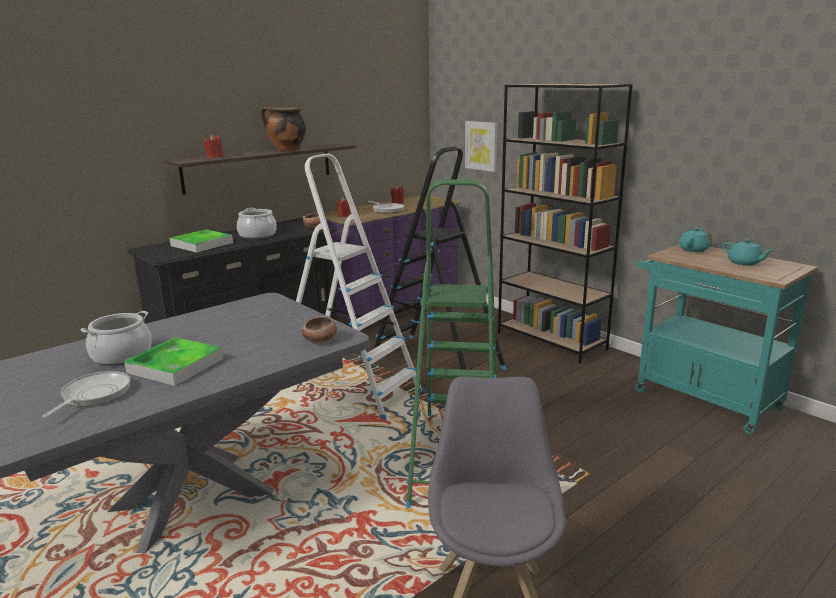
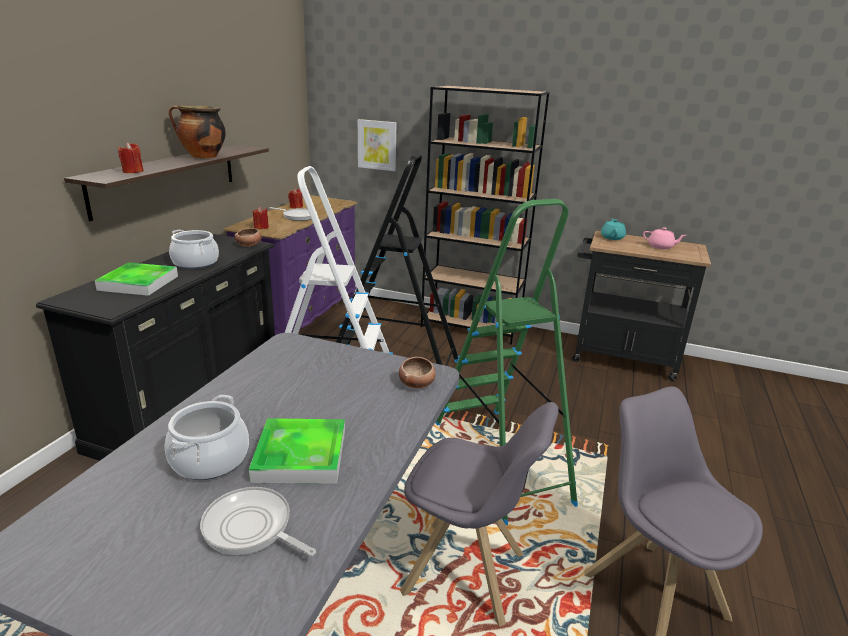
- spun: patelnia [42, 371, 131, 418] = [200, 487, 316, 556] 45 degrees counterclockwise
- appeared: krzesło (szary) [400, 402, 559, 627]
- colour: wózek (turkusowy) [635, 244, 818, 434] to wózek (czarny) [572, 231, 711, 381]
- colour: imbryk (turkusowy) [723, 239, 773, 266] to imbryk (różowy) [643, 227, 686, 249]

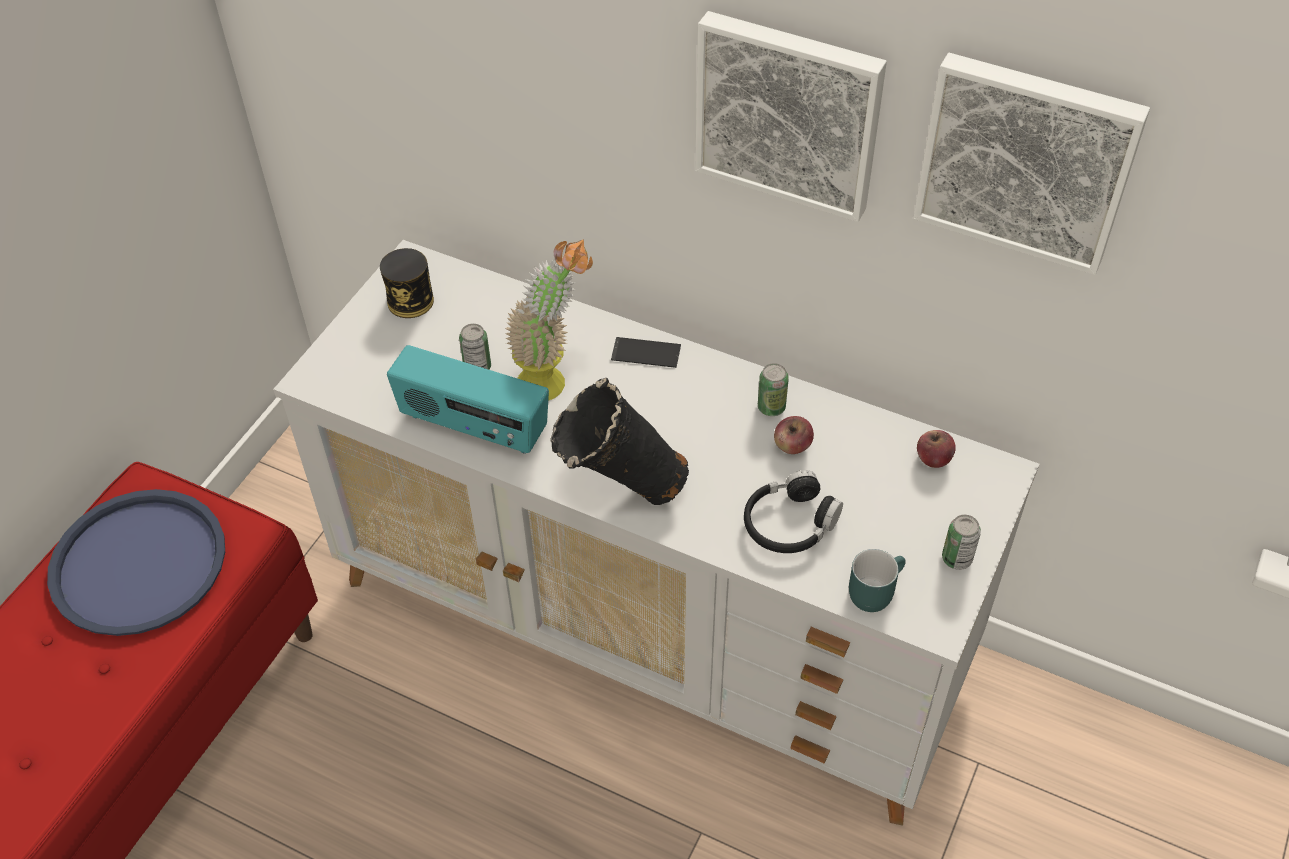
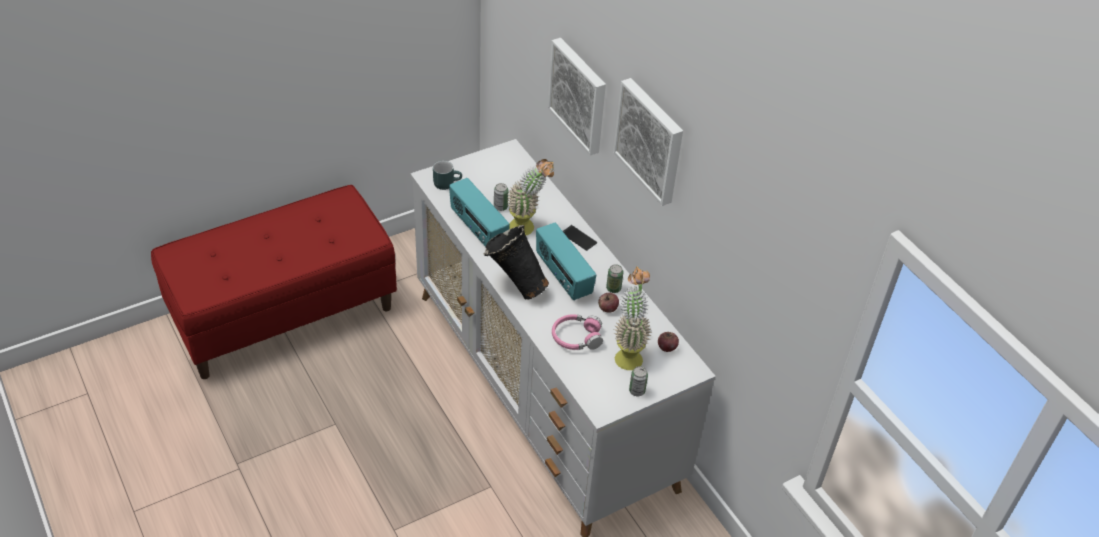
- relocated: kubek (turkusowy) [849, 549, 906, 612] to [433, 161, 462, 190]
- appeared: radio [536, 223, 596, 300]
- relocated: obraz [913, 53, 1150, 275] to [548, 38, 606, 156]
- colour: słuchawki (czarny) [744, 470, 843, 553] to słuchawki (różowy) [552, 314, 603, 350]
- appeared: roślina doniczkowa [614, 266, 652, 370]
- missing: taca (niebieski) [47, 489, 225, 636]
- missing: puszka [380, 248, 434, 318]

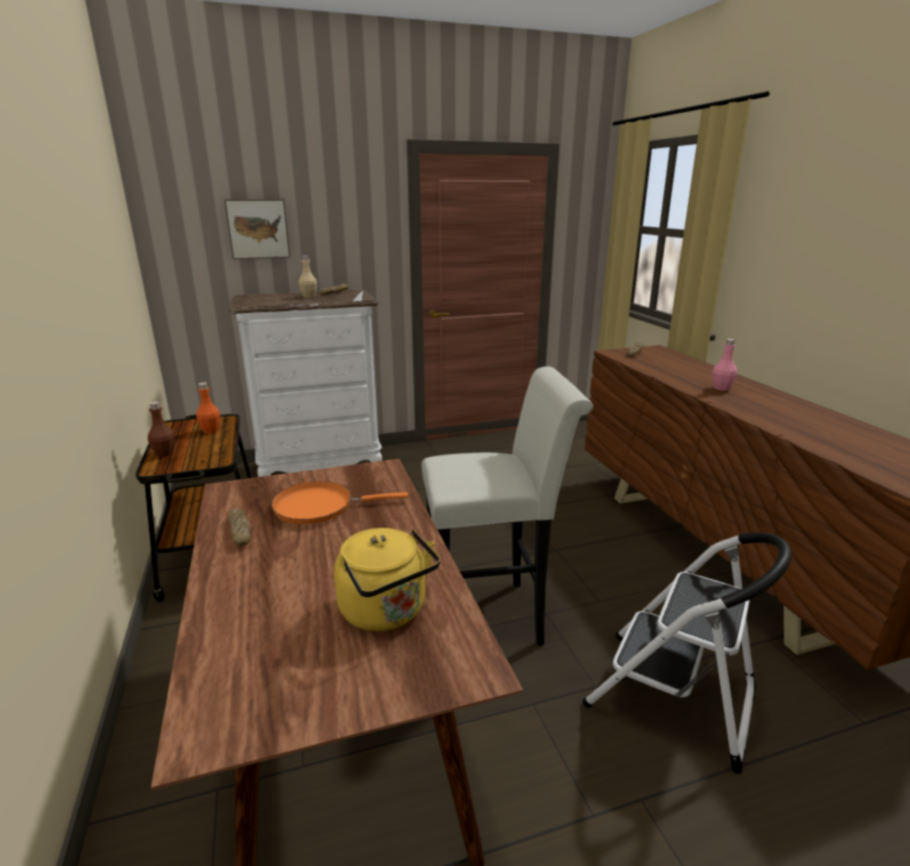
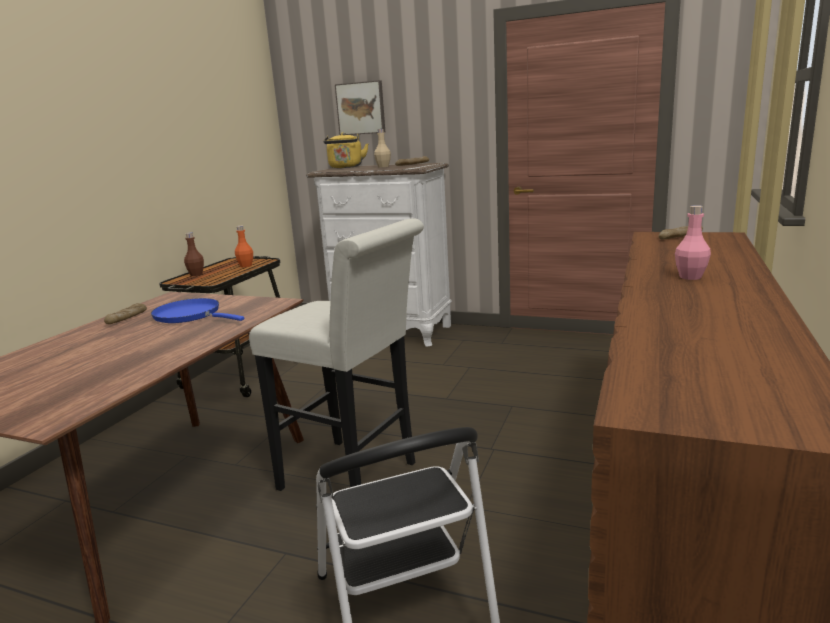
- colour: patelnia (pomarańczowy) [271, 481, 408, 524] to patelnia (niebieski) [151, 298, 244, 323]
- relocated: czajnik (żółty) [334, 528, 440, 631] to [324, 132, 369, 168]

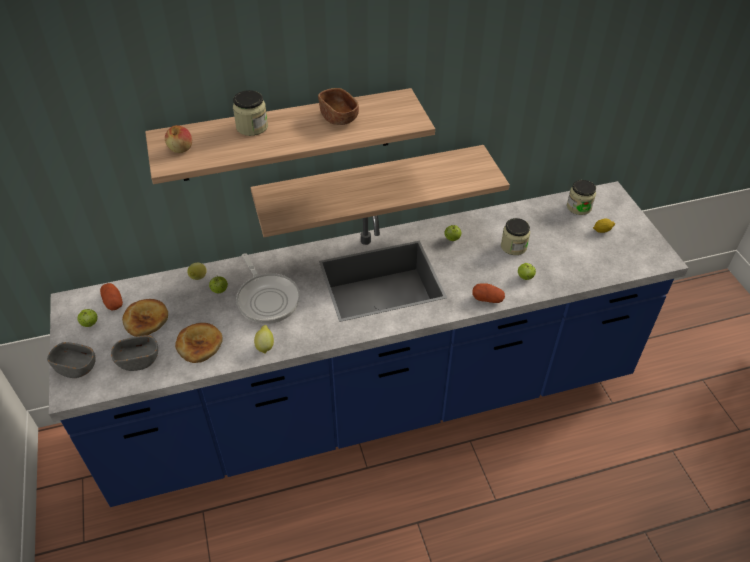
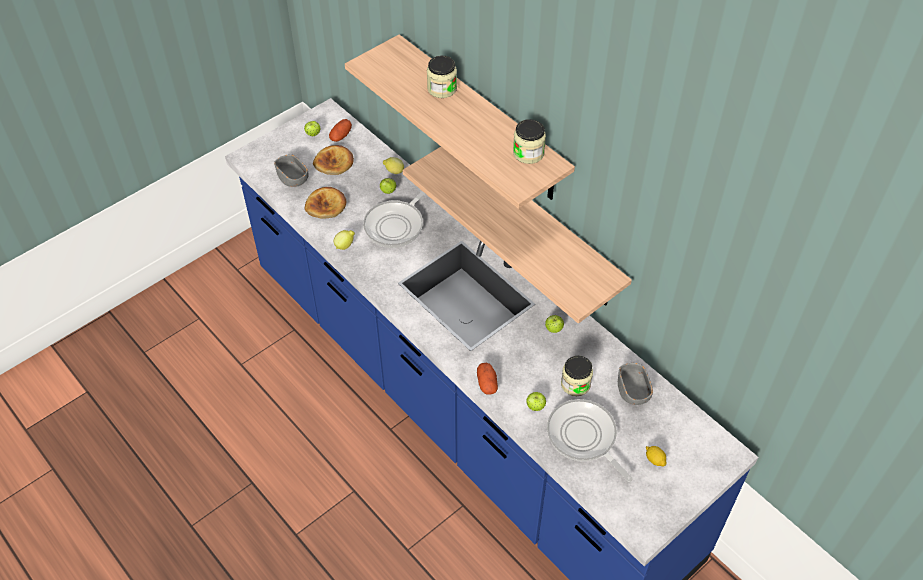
- relocated: słoik [567, 180, 596, 215] to [513, 119, 546, 164]
- appeared: patelnia [547, 399, 633, 482]
- relocated: miska (szary) [47, 342, 96, 378] to [618, 363, 653, 405]
- missing: jabłko [165, 125, 192, 153]
- missing: miska (brązowy) [318, 88, 359, 125]

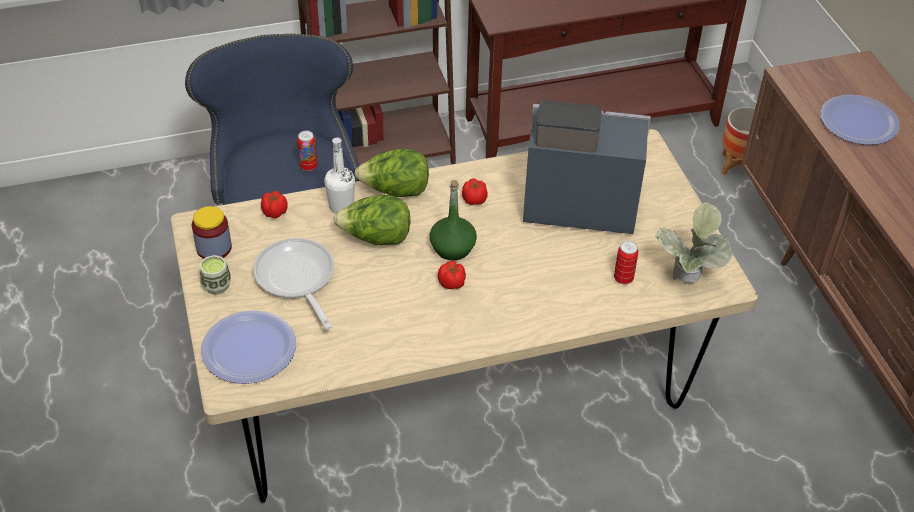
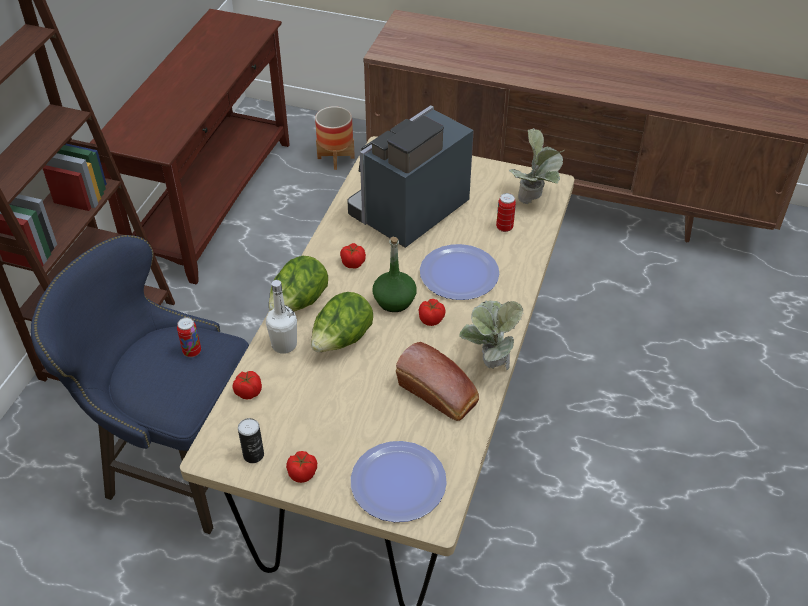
- exchanged: słoik [192, 206, 232, 259] to puszka [238, 418, 264, 463]
- exchanged: filiżanka [200, 255, 231, 295] to pomidor [286, 451, 317, 483]
- appeared: chleb [396, 342, 479, 421]
- relocated: talerz [820, 95, 900, 145] to [420, 244, 499, 300]
- appeared: roślina doniczkowa [459, 301, 523, 370]
- missing: patelnia [253, 238, 334, 329]

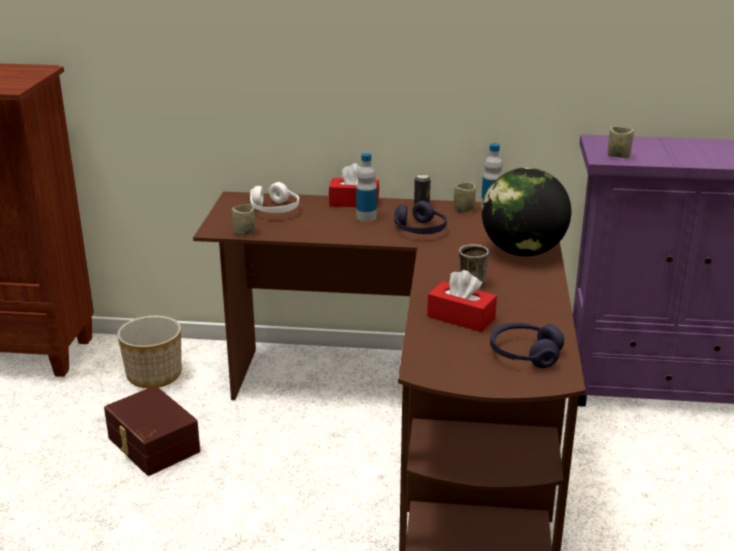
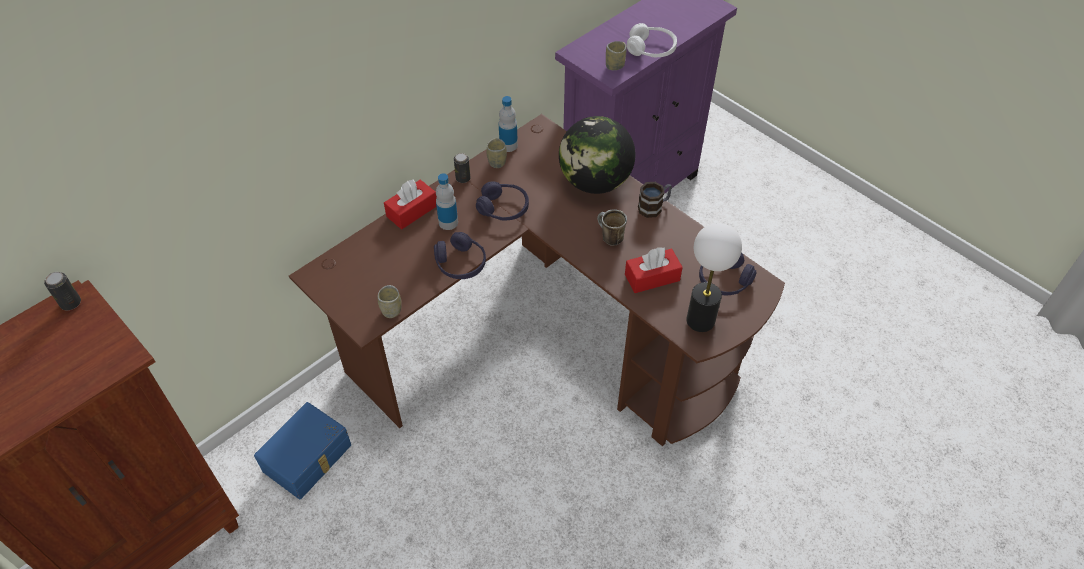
- appeared: puszka [44, 272, 81, 311]
- exchanged: donica [117, 316, 182, 388] to pojemnik do przechowywania (niebieski) [254, 402, 351, 499]
- appeared: słuchawki (fioletowy) [434, 232, 486, 279]
- relocated: słuchawki (biały) [250, 182, 299, 213] to [627, 23, 677, 57]
- appeared: kubek [638, 182, 672, 218]
- appeared: lampa stołowa [686, 223, 742, 332]
- missing: pojemnik do przechowywania (brązowy) [104, 386, 200, 476]

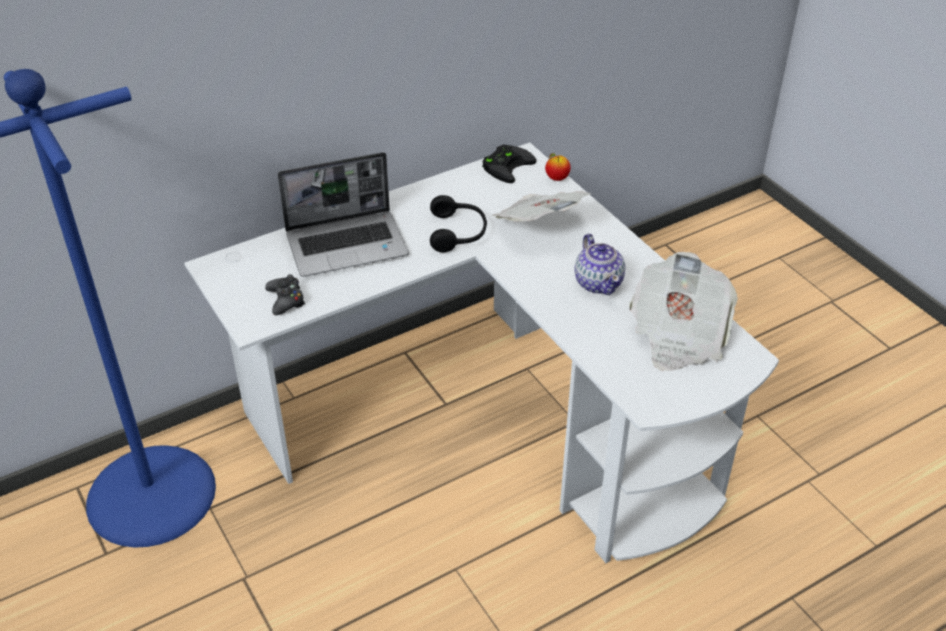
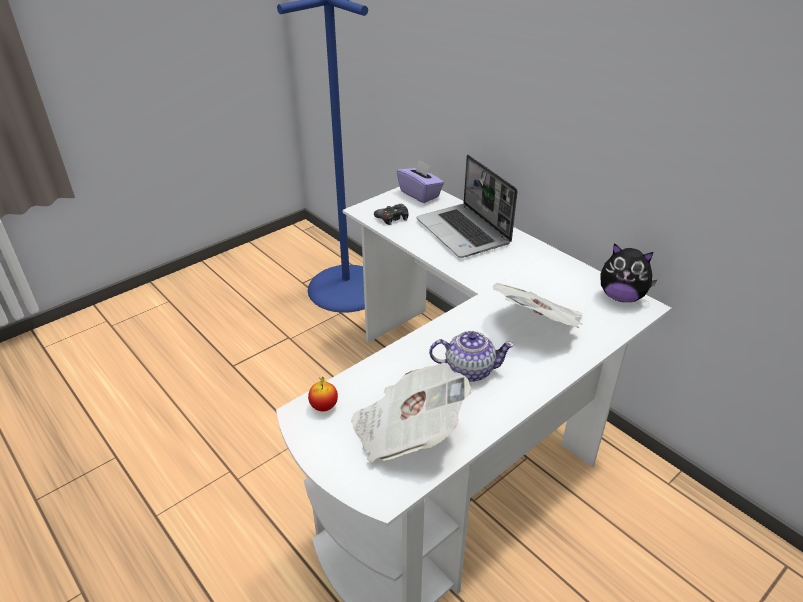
- relocated: jabłko [545, 153, 570, 181] to [308, 376, 338, 411]
- appeared: pudełko chusteczek (fioletowy) [397, 159, 444, 203]
- spun: imbryk [575, 233, 625, 295] = [429, 331, 515, 382] 150 degrees counterclockwise
- exchanged: pad do gier (czarny) [482, 145, 537, 183] to pluszak [600, 243, 657, 302]
- missing: słuchawki (czarny) [430, 195, 487, 252]

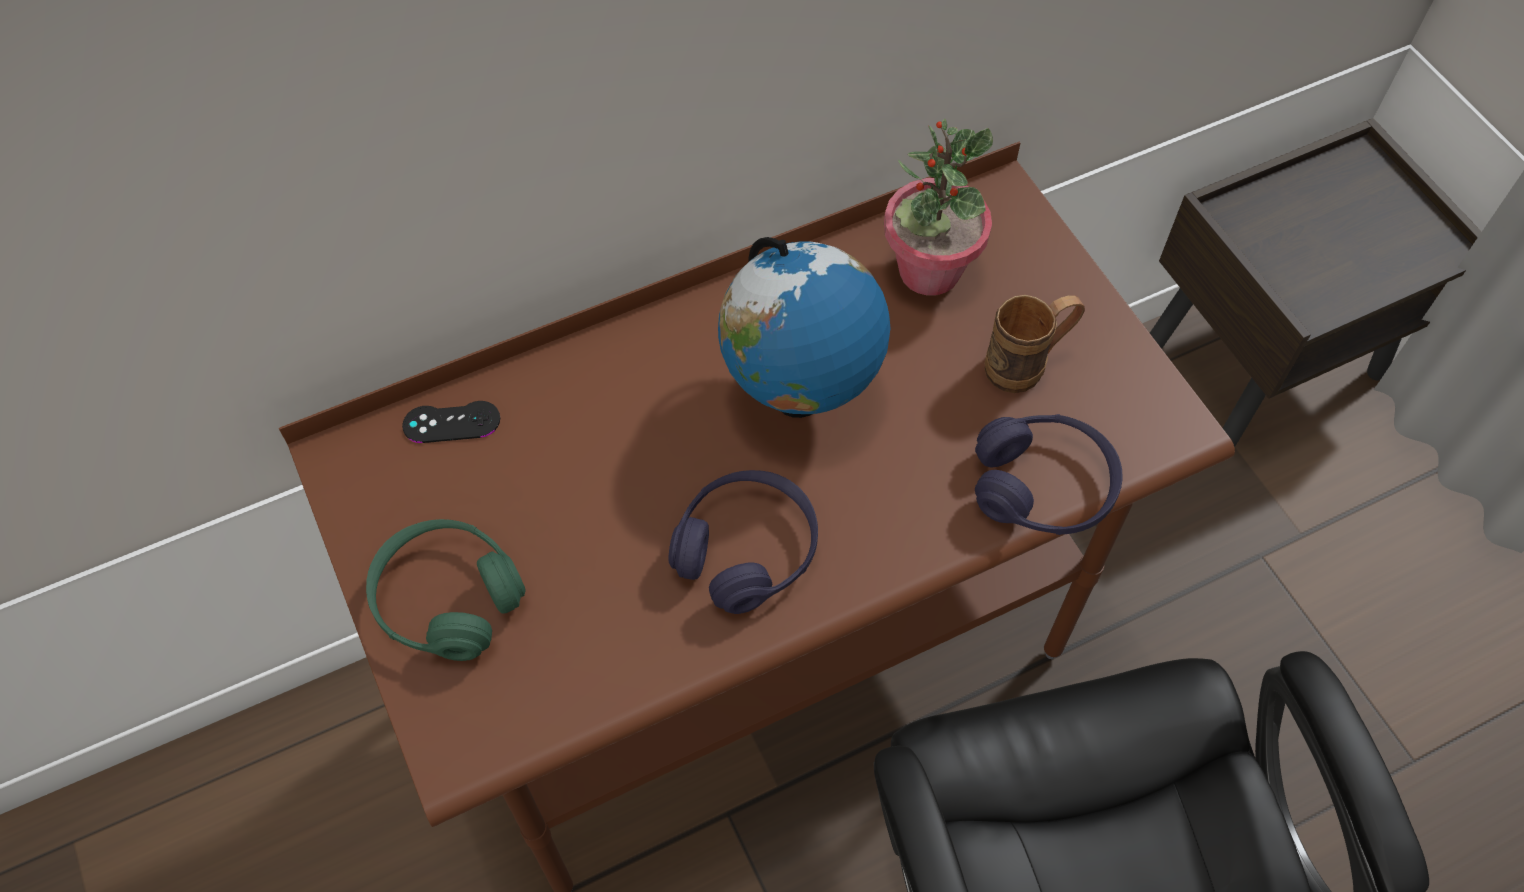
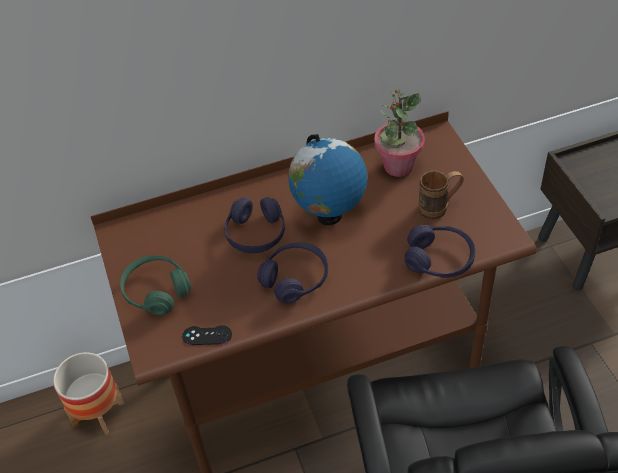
- appeared: donica [53, 352, 124, 435]
- relocated: pad do gier (czarny) [402, 401, 500, 443] to [182, 325, 232, 345]
- appeared: słuchawki (fioletowy) [224, 197, 285, 253]

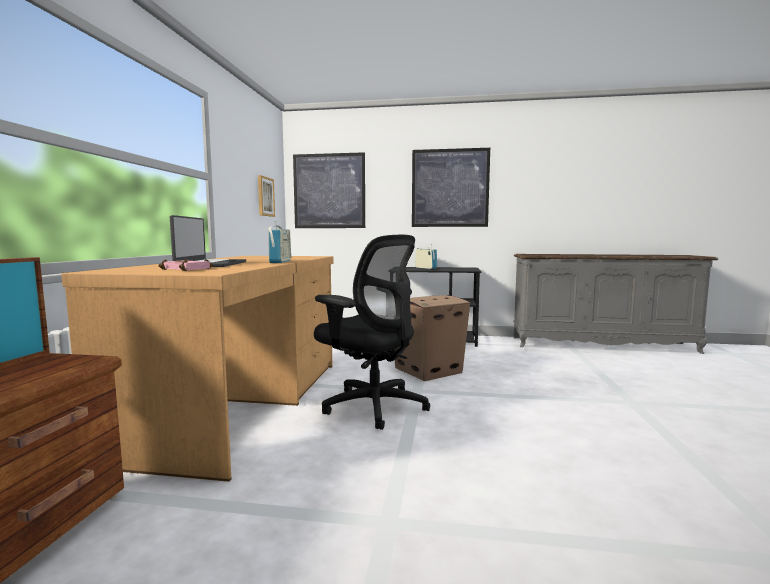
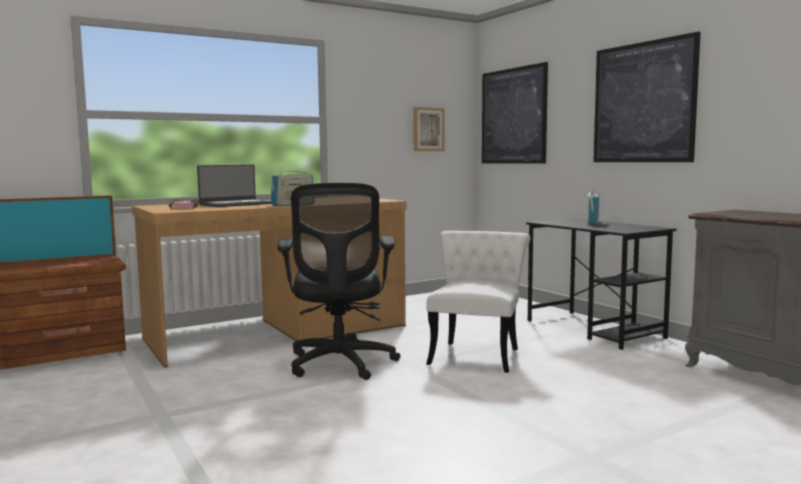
- exchanged: karton [395, 295, 470, 381] to krzesło (biały) [426, 231, 530, 373]

